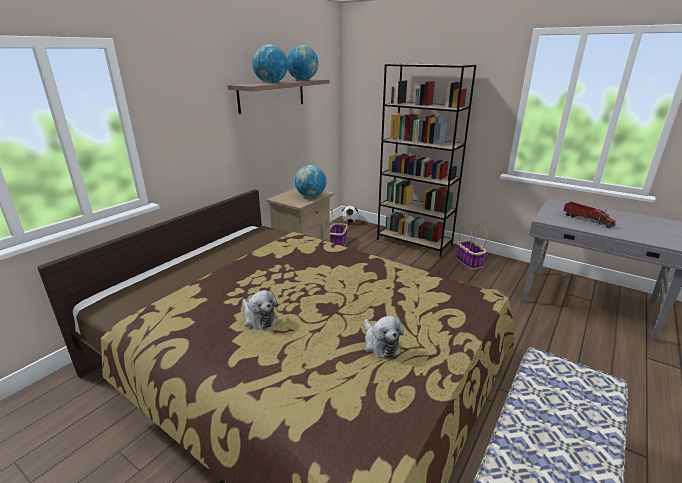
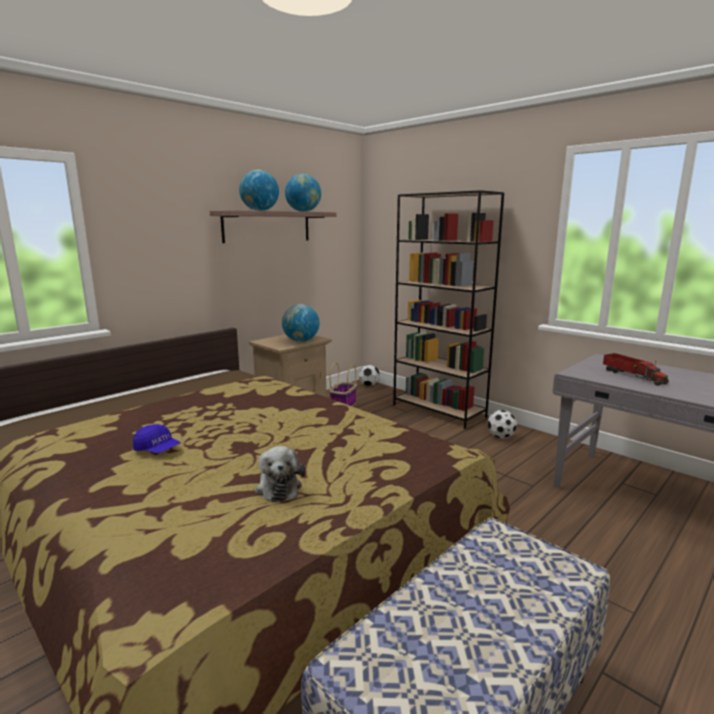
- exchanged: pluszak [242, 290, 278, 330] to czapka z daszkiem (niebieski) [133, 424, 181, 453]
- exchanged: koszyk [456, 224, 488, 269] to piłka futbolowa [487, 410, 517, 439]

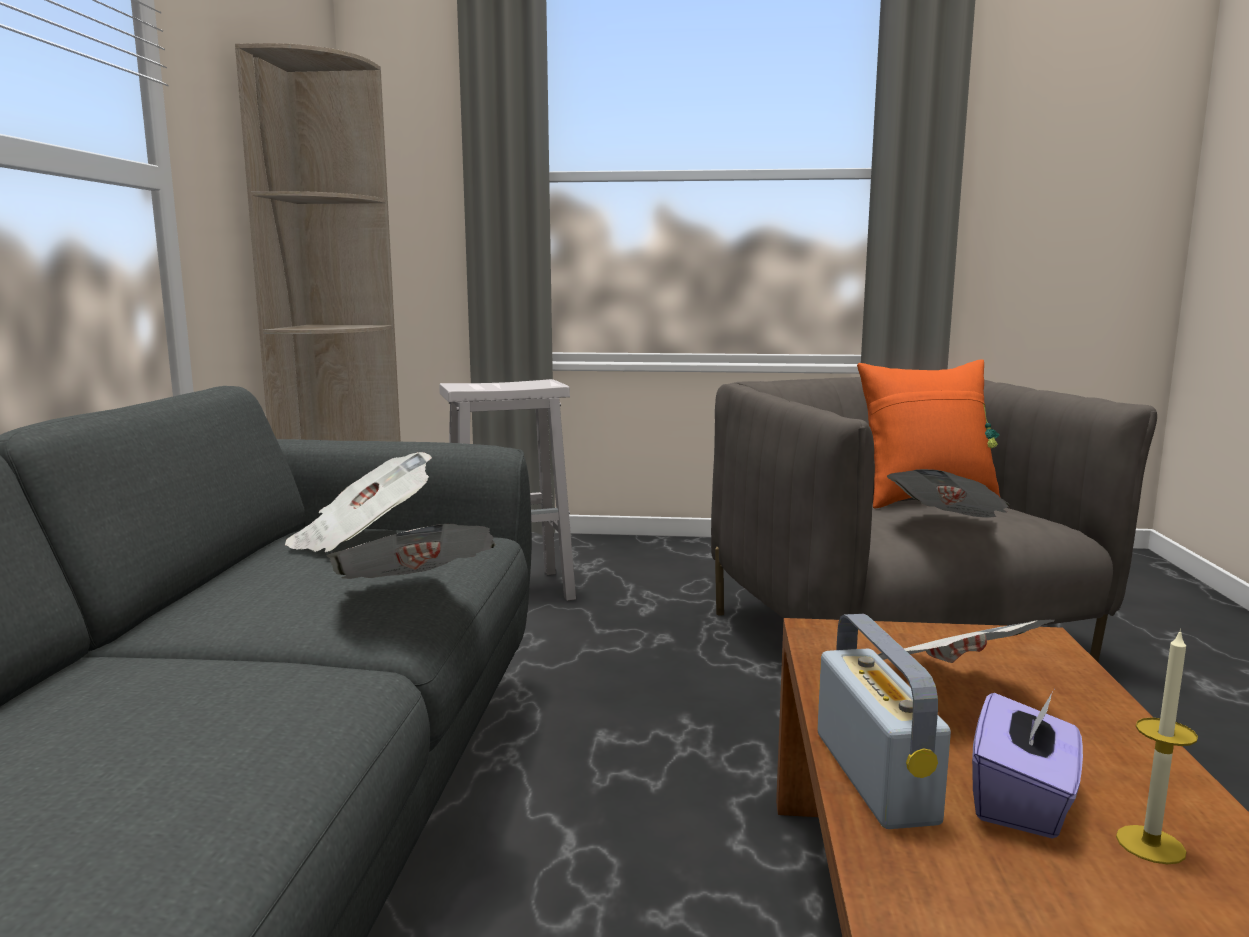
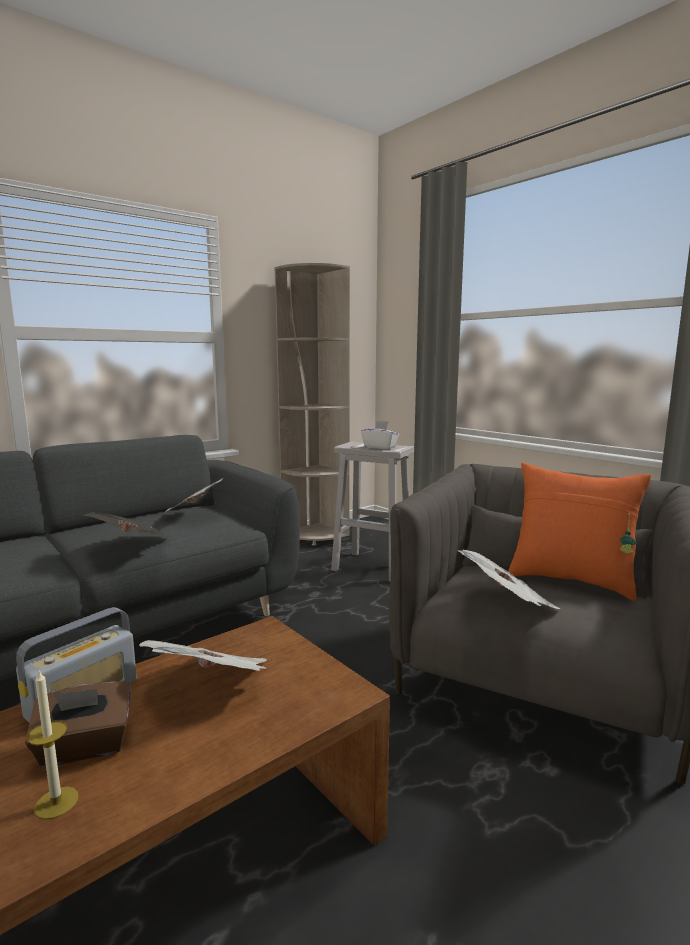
- colour: pudełko chusteczek (fioletowy) [972, 690, 1083, 839] to pudełko chusteczek (brązowy) [25, 681, 131, 767]
- appeared: pudełko chusteczek (biały) [361, 421, 399, 449]

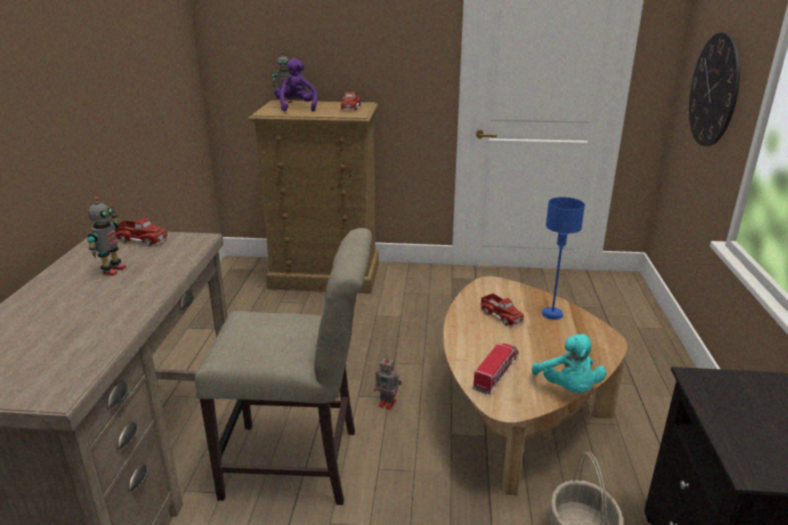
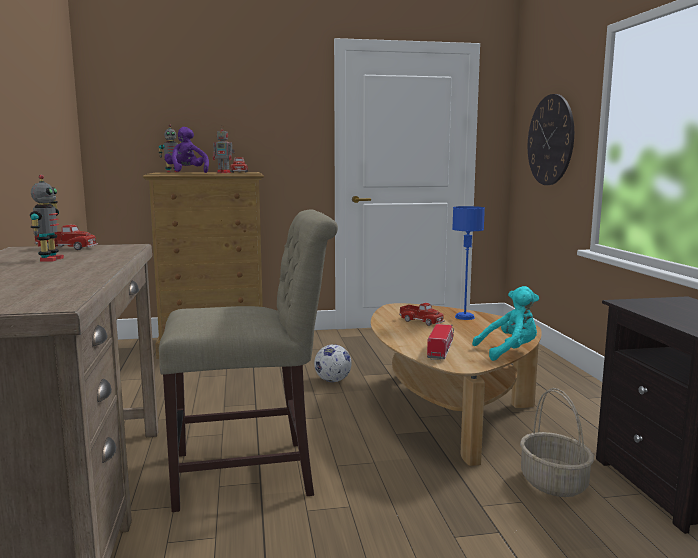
- relocated: robot zabawkowy [374, 355, 401, 410] to [213, 125, 235, 173]
- appeared: piłka futbolowa [314, 344, 352, 382]
- spun: pluszak (turkusowy) [532, 334, 606, 393] = [472, 286, 539, 361] 75 degrees counterclockwise

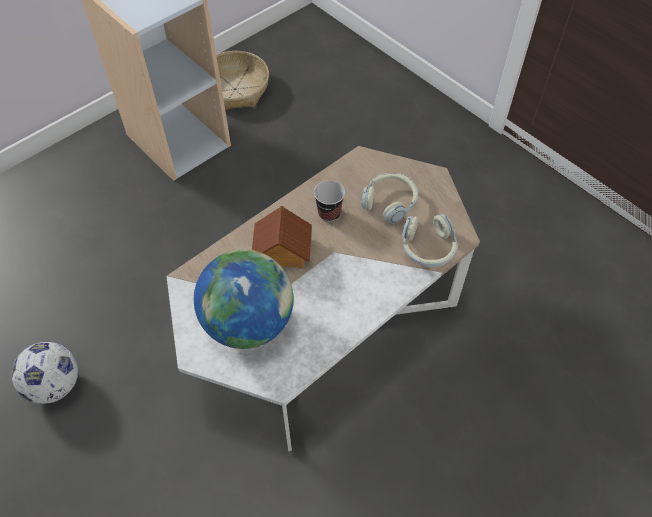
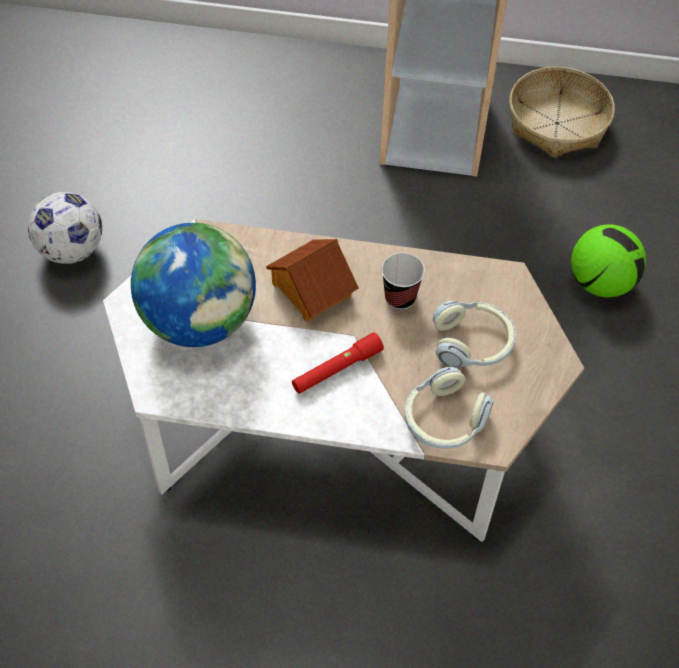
- appeared: latarka (czerwony) [292, 332, 384, 394]
- appeared: piłka futbolowa [571, 224, 646, 297]

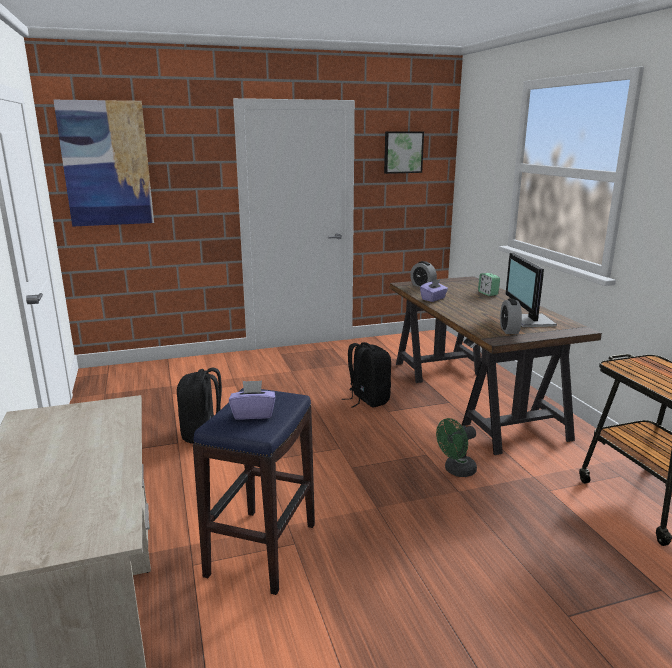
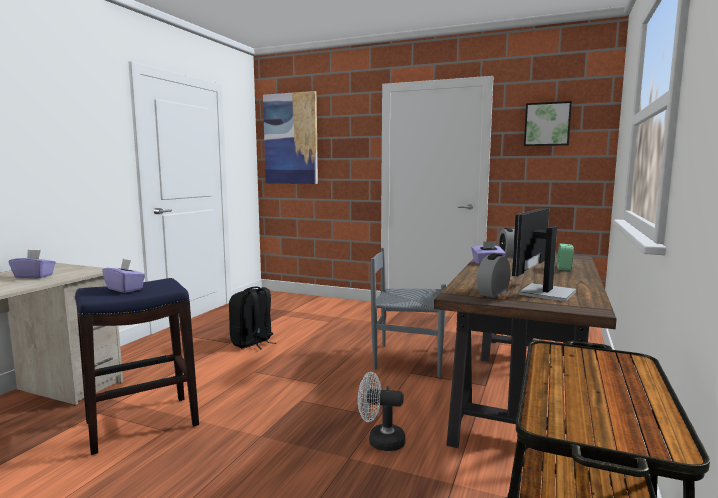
- appeared: pudełko chusteczek (fioletowy) [9, 250, 56, 278]
- colour: wentylator (zielony) [436, 418, 477, 477] to wentylator (biały) [358, 372, 405, 451]
- exchanged: plecak (czarny) [342, 342, 391, 408] to krzesło (szary) [371, 248, 446, 378]

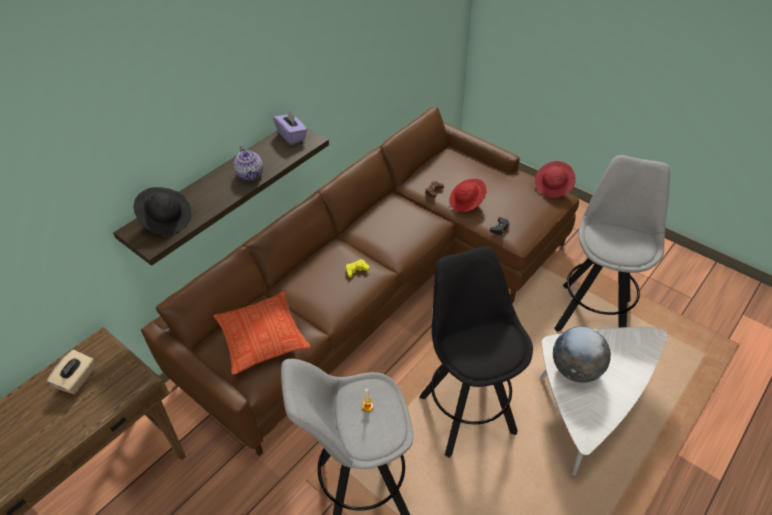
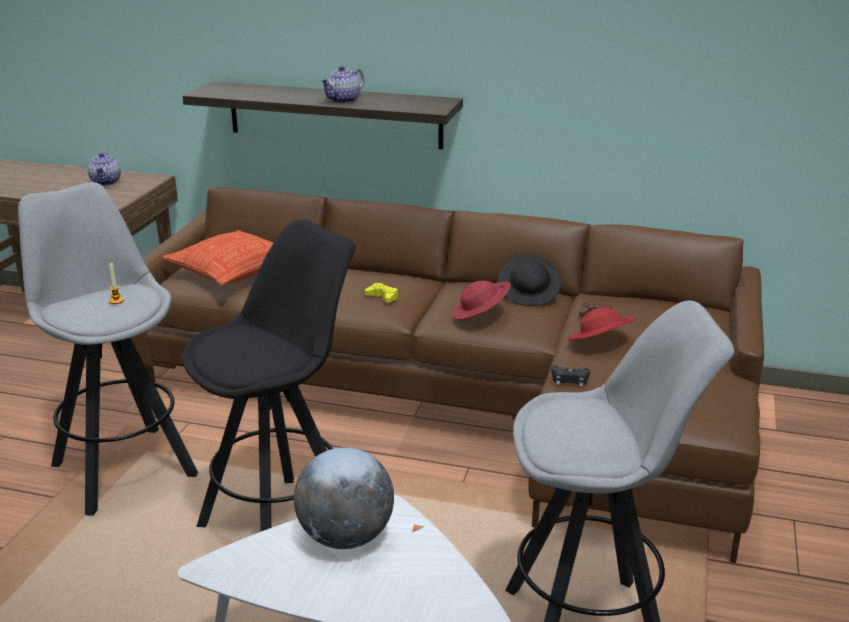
- exchanged: pudełko chusteczek (beżowy) [47, 350, 94, 394] to imbryk [88, 152, 121, 186]
- relocated: kapelusz (czerwony) [535, 161, 576, 198] to [452, 281, 511, 320]
- relocated: kapelusz (czarny) [134, 187, 191, 235] to [498, 254, 562, 306]
- missing: pudełko chusteczek (fioletowy) [273, 110, 307, 145]

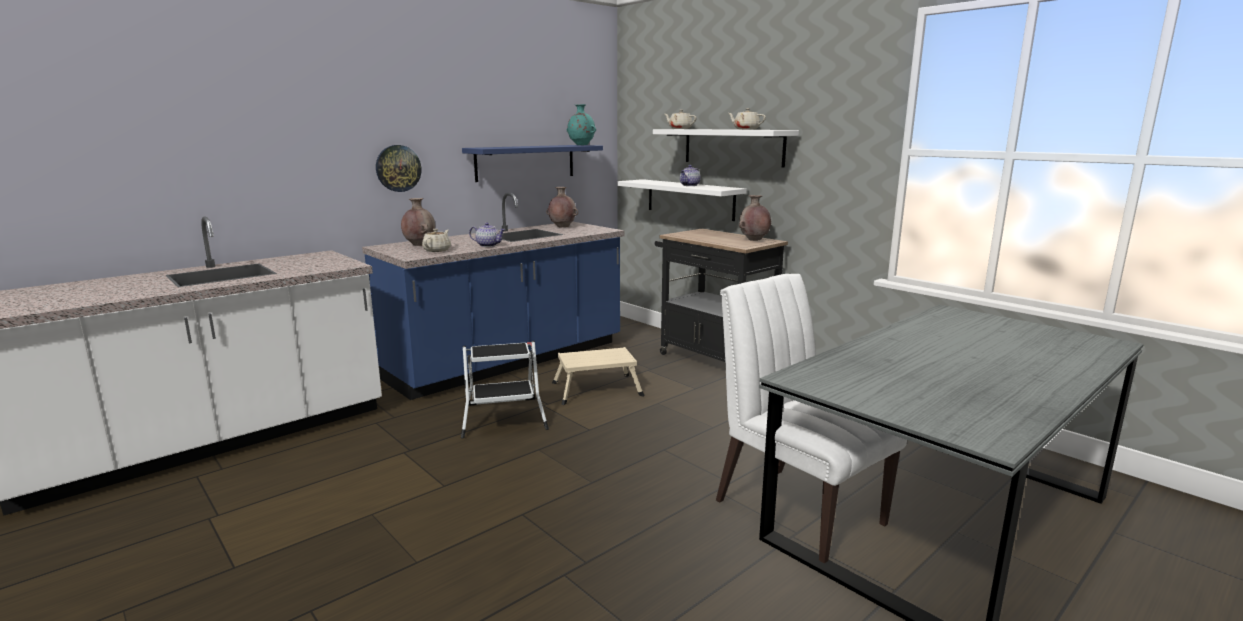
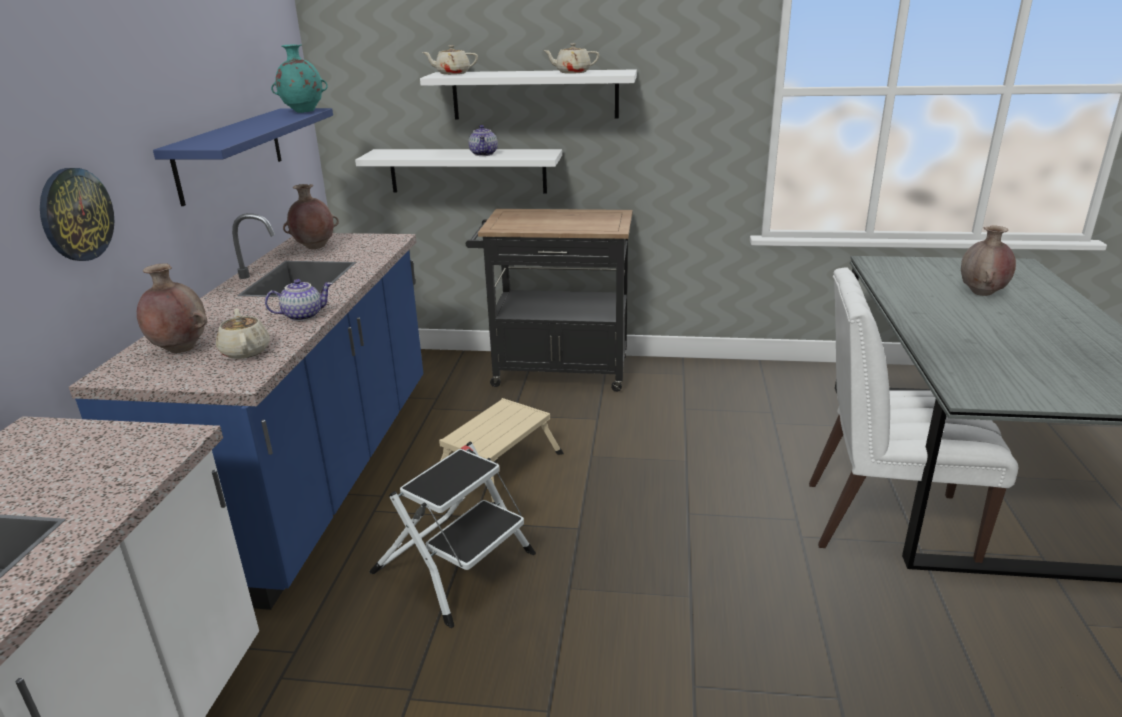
- relocated: wazon (brązowy) [739, 195, 772, 241] to [961, 225, 1016, 296]

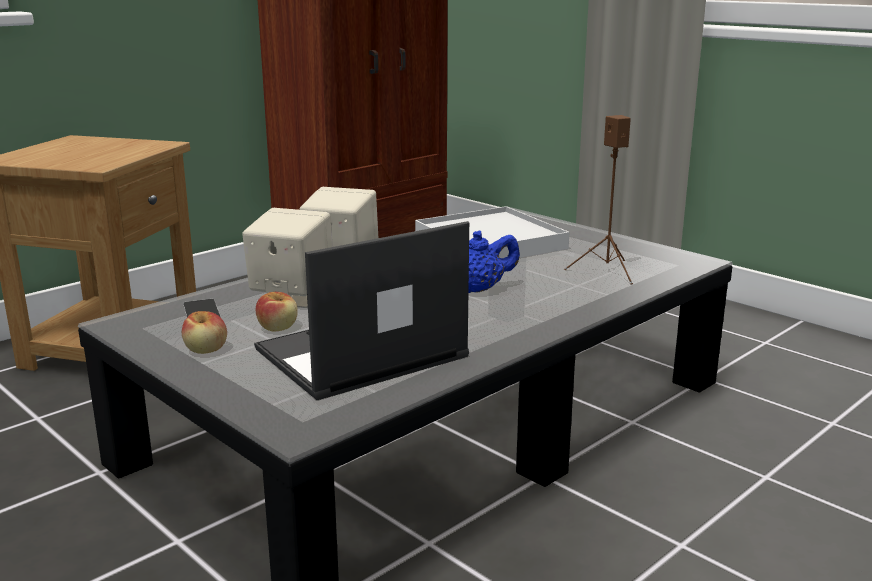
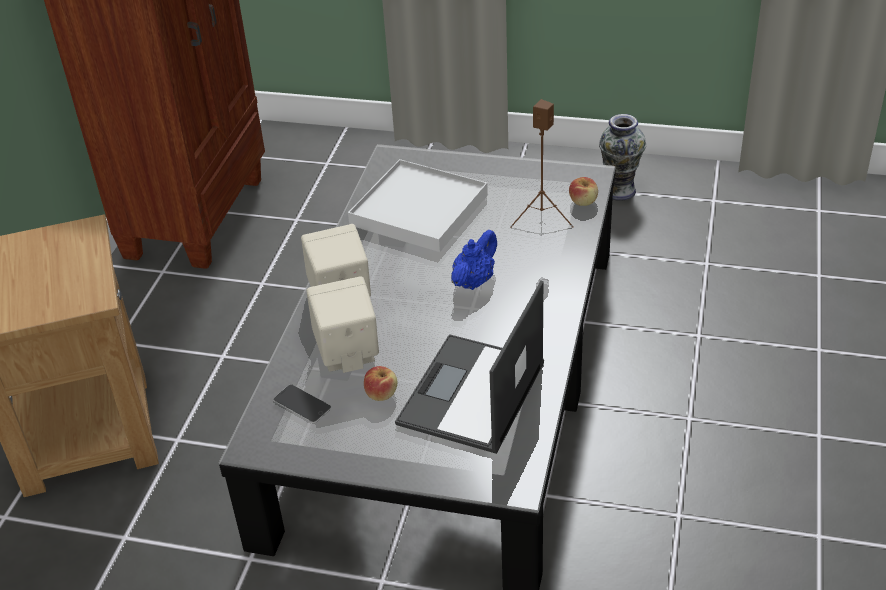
- relocated: jabłko [182, 311, 227, 354] to [569, 177, 598, 206]
- appeared: wazon [599, 114, 646, 201]

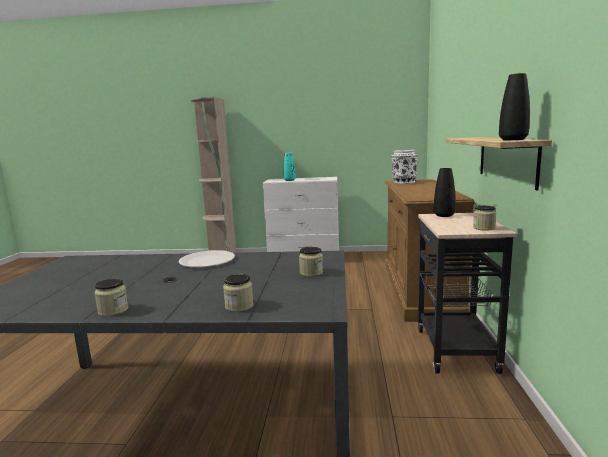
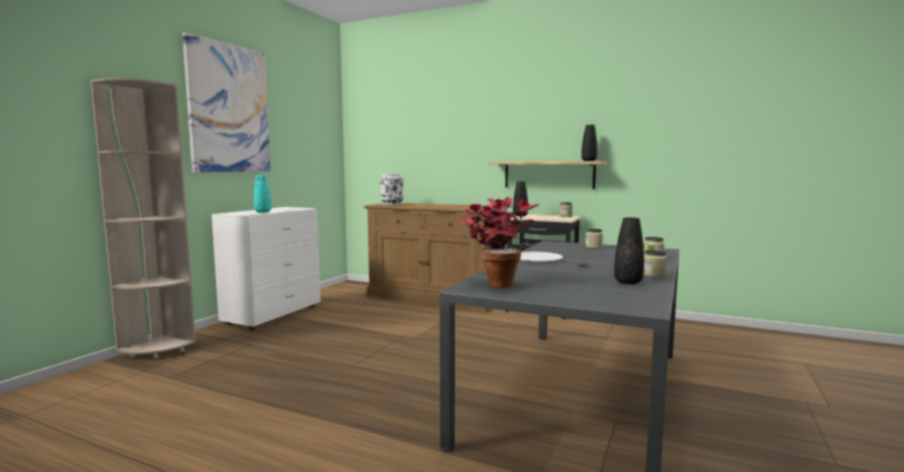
- appeared: obraz [182, 32, 271, 172]
- appeared: roślina doniczkowa [459, 197, 539, 288]
- appeared: wazon (czarny) [614, 217, 644, 284]

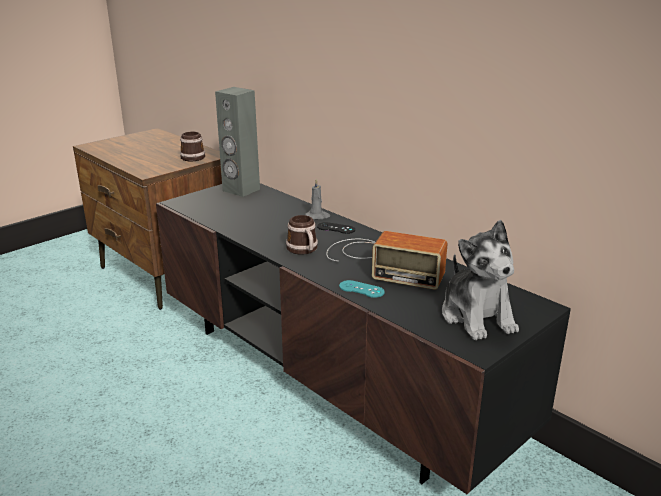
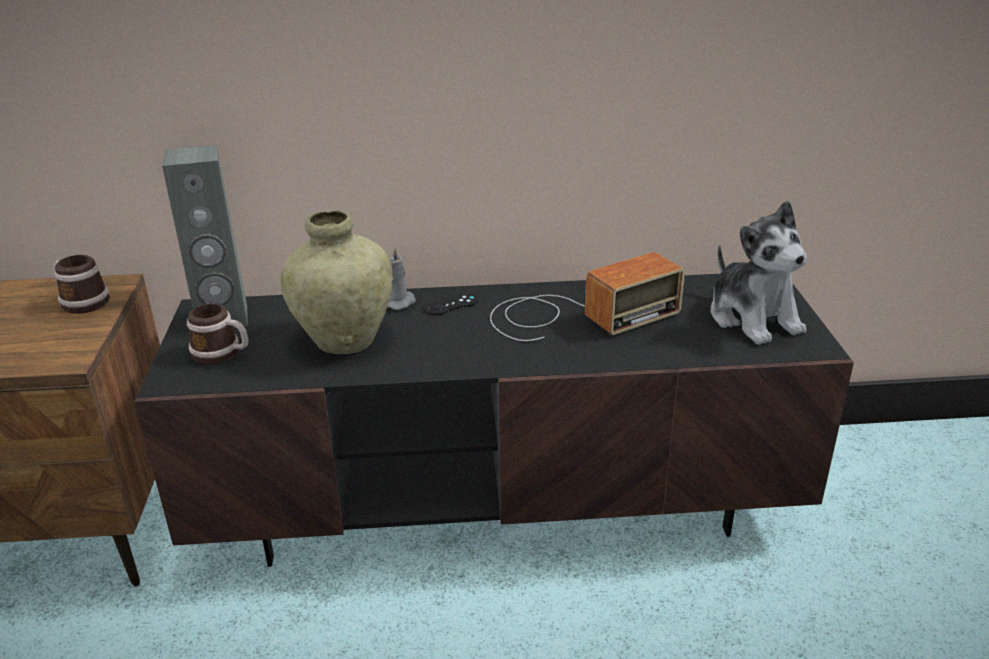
- relocated: kubek [286, 215, 318, 255] to [187, 303, 249, 364]
- appeared: wazon (beżowy) [281, 210, 393, 354]
- spun: pluszak [442, 220, 519, 340] = [711, 200, 808, 345] 45 degrees clockwise
- missing: pad do gier (turkusowy) [339, 280, 385, 298]

